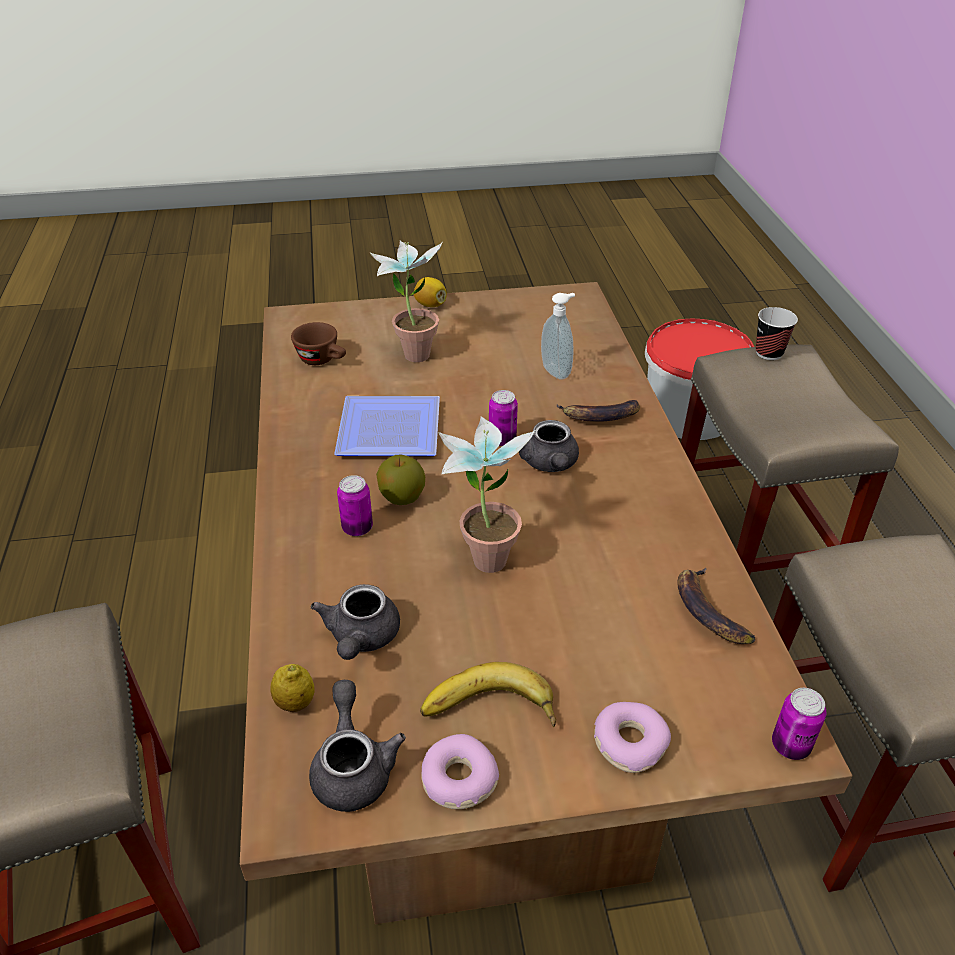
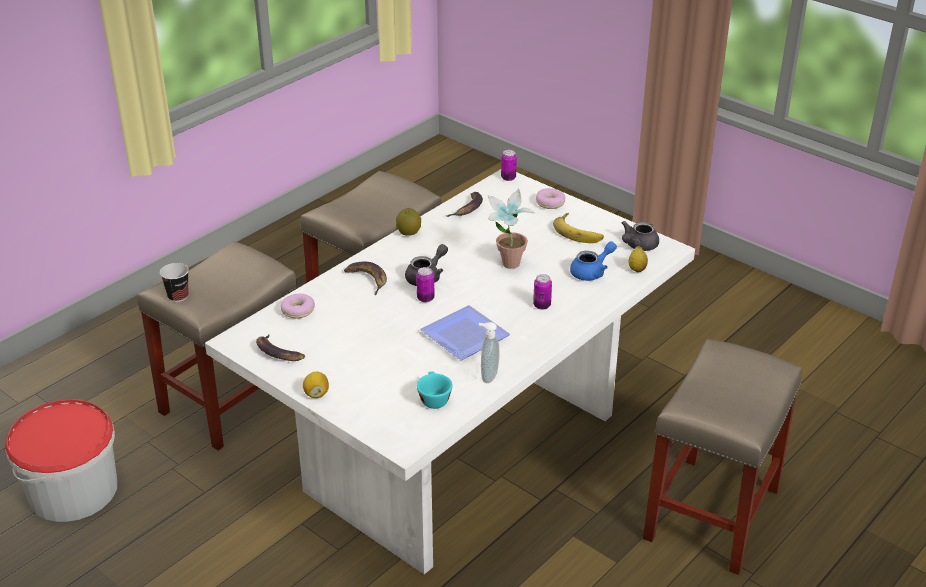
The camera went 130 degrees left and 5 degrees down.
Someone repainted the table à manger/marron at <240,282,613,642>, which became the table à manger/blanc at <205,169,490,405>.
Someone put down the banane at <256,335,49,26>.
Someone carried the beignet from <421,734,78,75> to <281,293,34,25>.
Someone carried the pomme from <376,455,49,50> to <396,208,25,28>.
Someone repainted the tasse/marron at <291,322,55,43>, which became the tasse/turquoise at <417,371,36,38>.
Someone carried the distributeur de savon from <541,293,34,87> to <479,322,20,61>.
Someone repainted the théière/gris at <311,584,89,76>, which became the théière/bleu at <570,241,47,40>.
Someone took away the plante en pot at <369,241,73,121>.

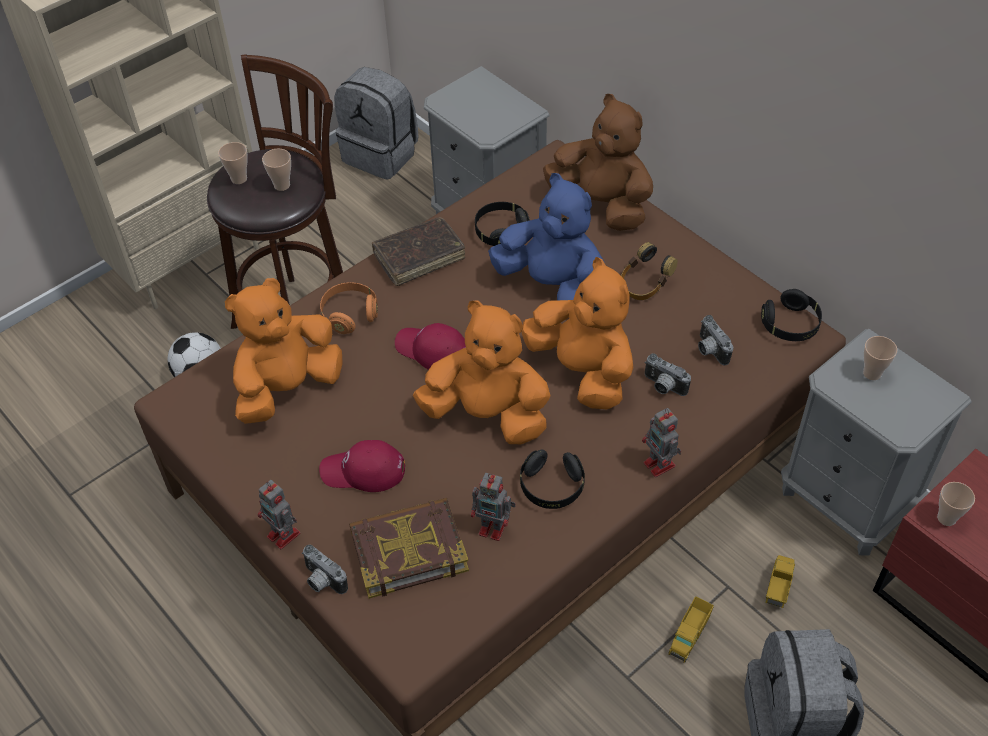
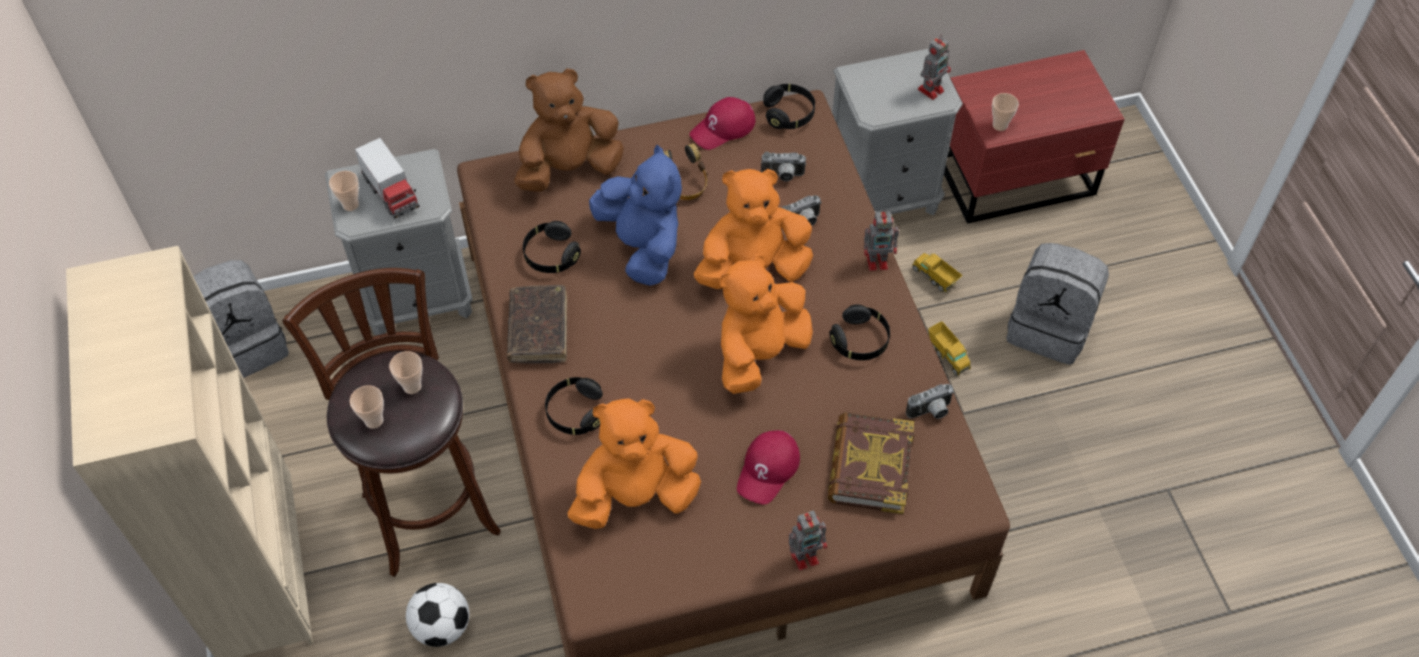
The camera went 65 degrees left and 5 degrees up.
Someone carried the tasse from <863,336,34,44> to <329,171,30,40>.
Someone put down the camion jouet at <355,138,65,81>.
Someone repainted the casque audio/orange at <320,282,58,52>, which became the casque audio/noir at <545,377,58,58>.
Someone rotated the peluche/orange at <225,278,118,146> by 90 degrees clockwise.
Someone rotated the peluche/bleu at <488,173,117,127> by 90 degrees clockwise.
Someone carried the casquette/rouge from <395,323,71,47> to <689,97,67,53>.
Someone carried the appareil photo from <302,544,46,50> to <906,384,48,35>.
Someone carried the robot jouet from <471,473,45,68> to <918,35,33,65>.

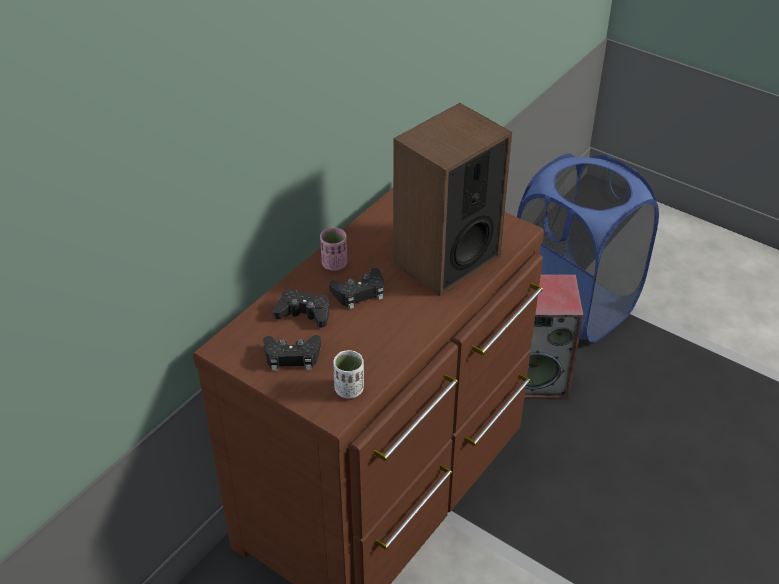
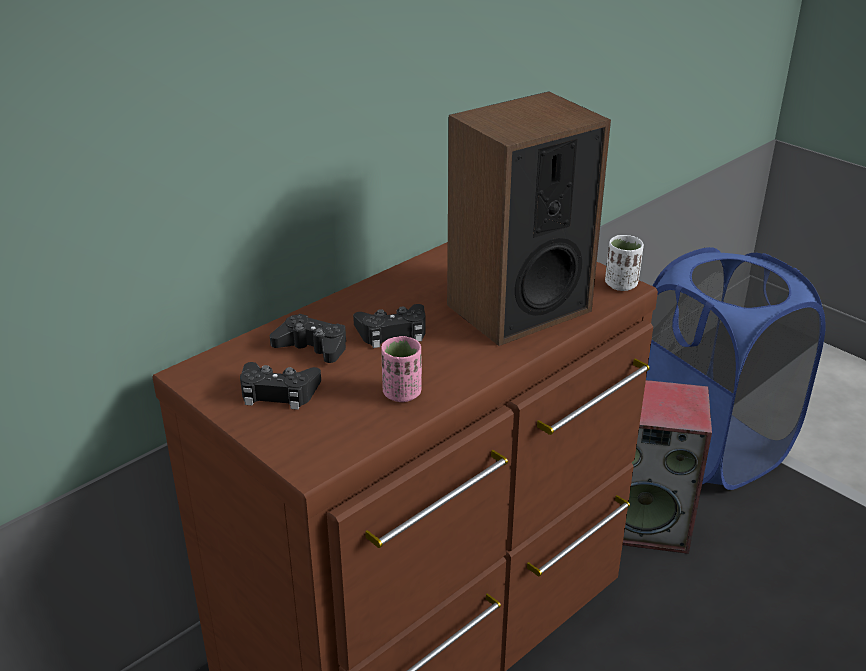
The camera went 10 degrees right and 10 degrees down.
Someone carried the tasse/rose from <320,228,27,43> to <381,336,41,66>.
Someone carried the tasse/blanc from <333,350,31,48> to <605,235,39,56>.

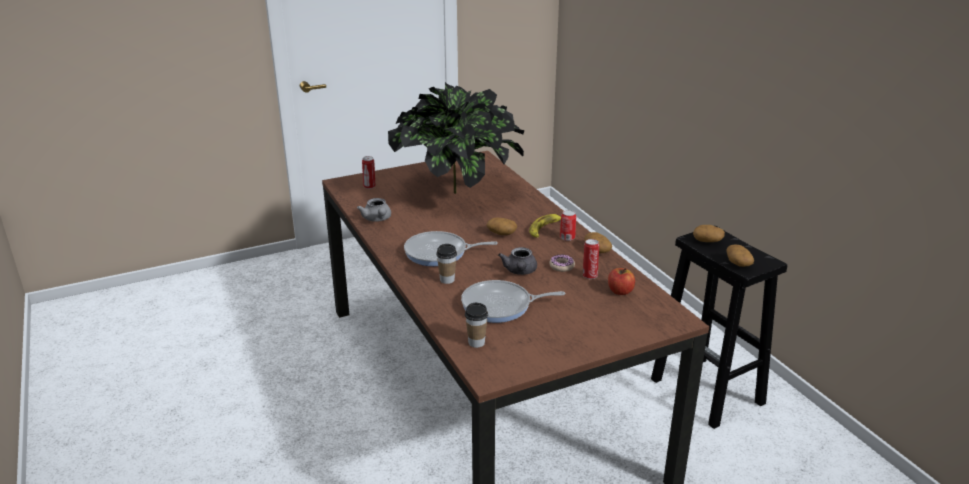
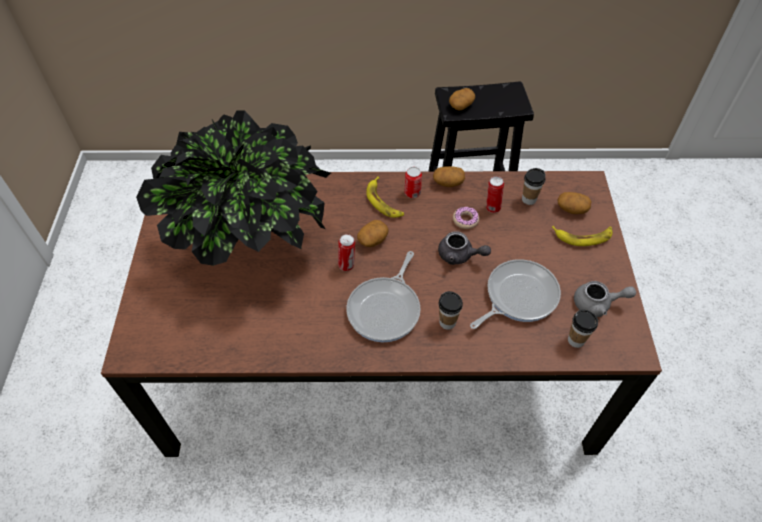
The camera went 65 degrees left and 25 degrees up.
Someone carried the boîte métallique from <362,156,13,33> to <338,234,17,37>.
Someone rotated the poêle at <461,280,104,43> by 150 degrees counterclockwise.
Someone swapped the pomme at <608,268,27,27> for the tasse at <522,168,24,37>.
Someone put down the banane at <552,226,61,20>.
Someone carried the pomme de terre from <726,245,28,22> to <557,192,34,22>.
Someone carried the théière/gris from <357,198,34,24> to <574,281,62,36>.

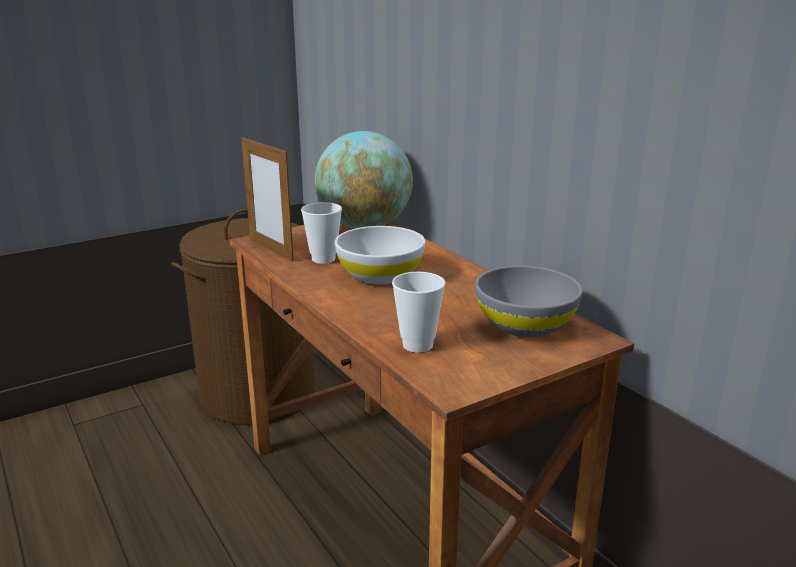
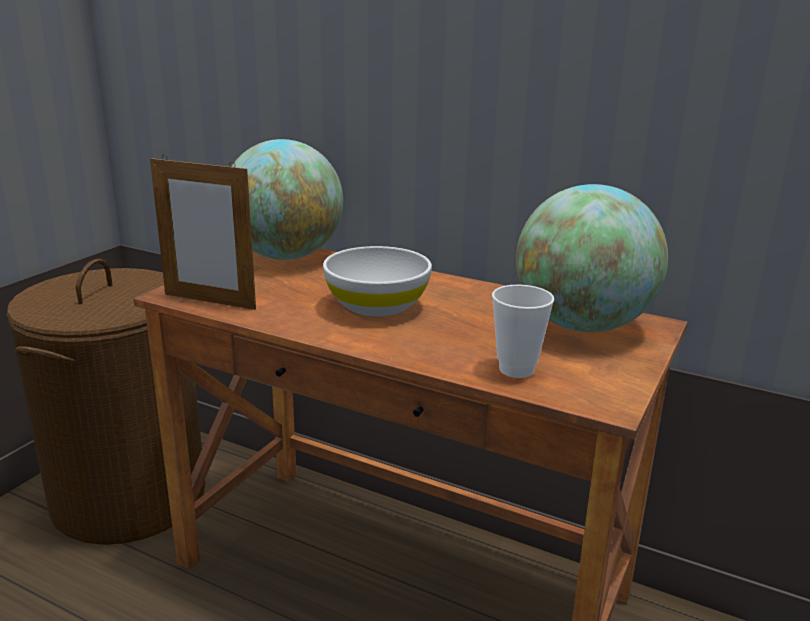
The camera went 30 degrees left and 0 degrees up.
Someone swapped the bol/gris at <475,266,108,71> for the globe at <516,184,152,148>.
Someone took away the tasse at <301,202,41,62>.

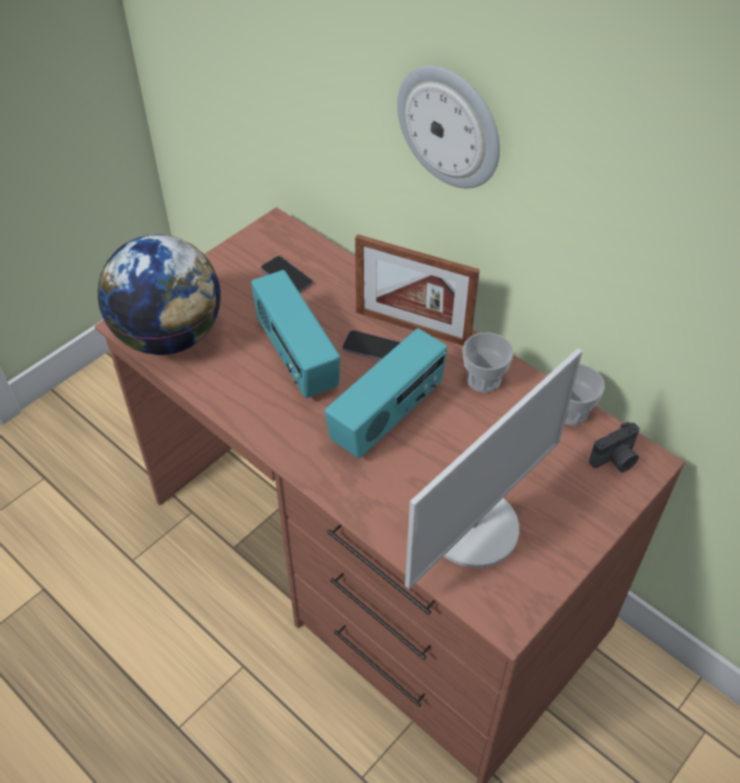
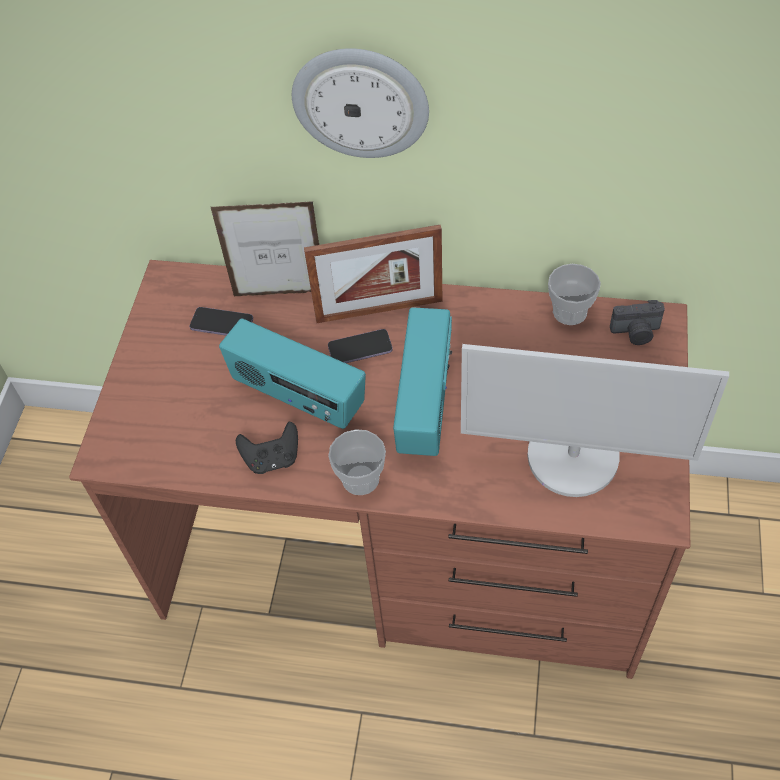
The camera went 30 degrees left and 5 degrees up.
Someone put down the cadre photo at <211,201,108,95>.
Someone put down the manette/noir at <236,422,62,52>.
Someone carried the tasse from <462,332,52,61> to <328,429,58,66>.
Someone rotated the écran d'ordinateur at <405,348,178,241> by 90 degrees clockwise.
Someone rotated the appareil photo at <589,422,51,50> by 60 degrees clockwise.
Someone took away the globe at <98,234,123,121>.

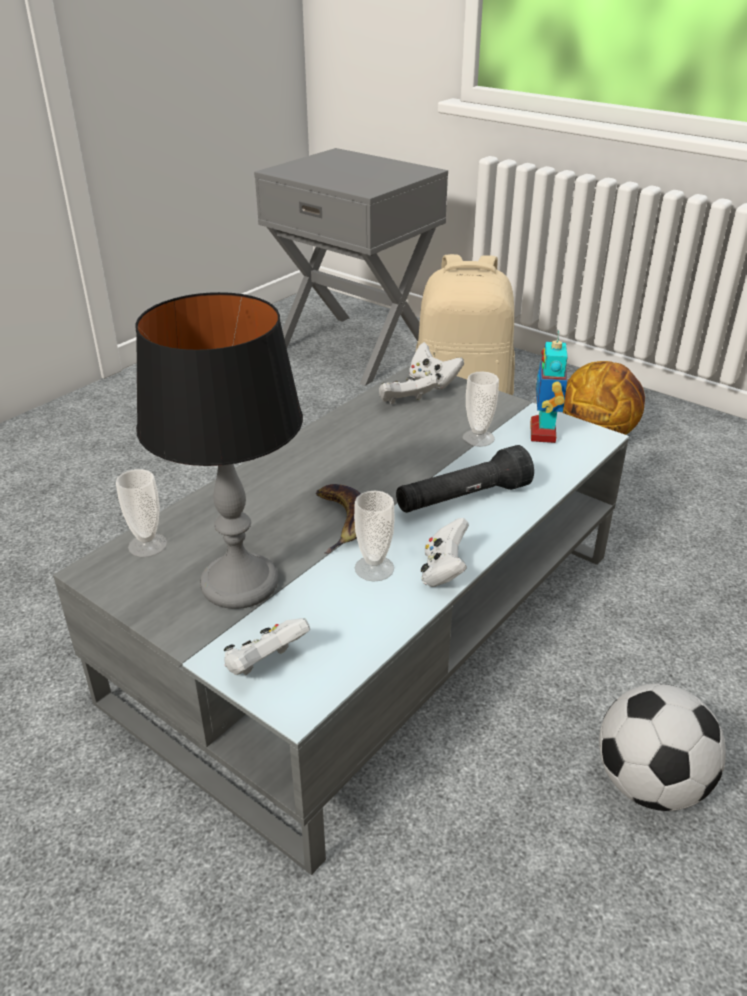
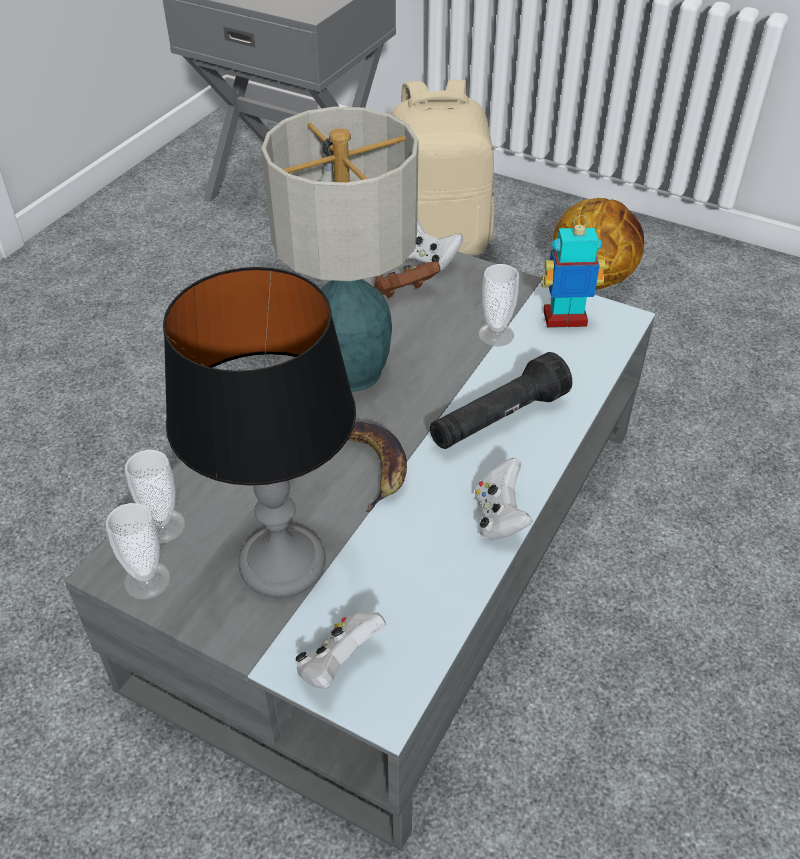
The camera went 10 degrees left and 10 degrees up.
Someone carried the tasse from <354,491,41,91> to <105,503,66,97>.
Someone put down the lampe de table at <261,106,158,286>.
Someone repainted the manette/blanc at <379,375,59,29>, which became the manette/marron at <374,262,66,36>.
Someone rotated the robot jouet at <530,330,38,113> by 90 degrees clockwise.
Someone took away the ballon de foot at <599,684,127,127>.

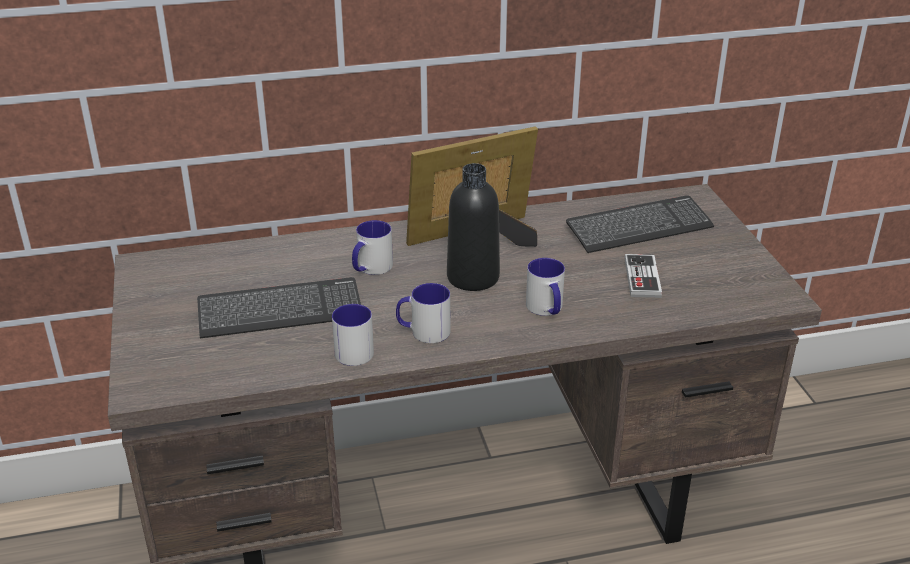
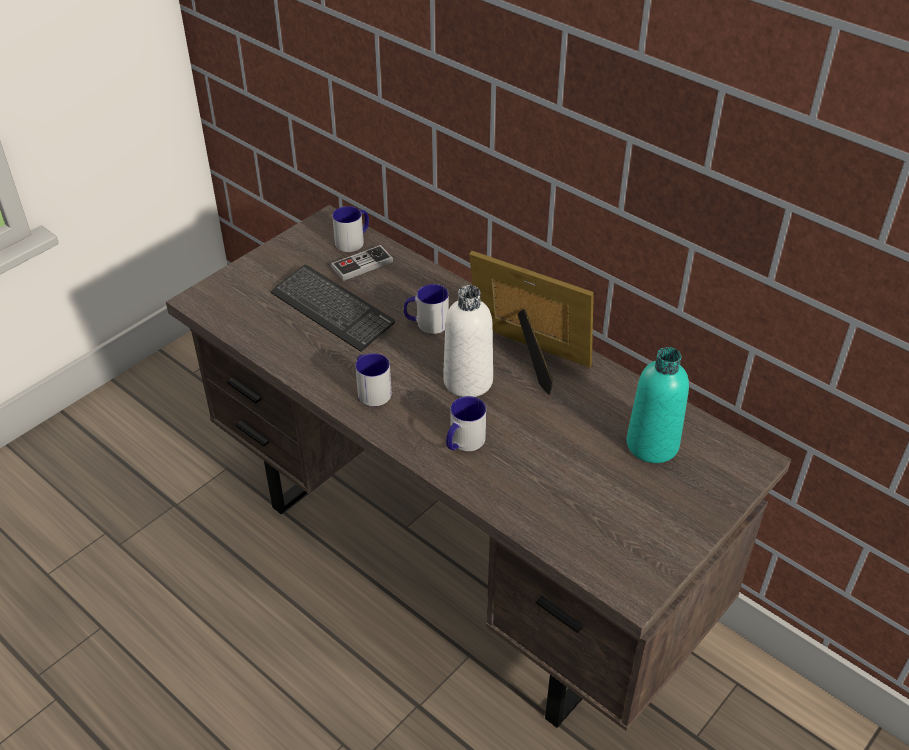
The camera went 55 degrees right and 10 degrees up.
Someone carried the manette from <624,254,38,44> to <331,245,62,36>.
Someone carried the mug from <332,304,42,62> to <332,206,37,46>.
Someone repainted the bouteille/noir at <447,163,53,128>, which became the bouteille/blanc at <443,285,50,112>.
Someone swapped the clavier at <566,195,148,58> for the bouteille/turquoise at <627,347,62,116>.

